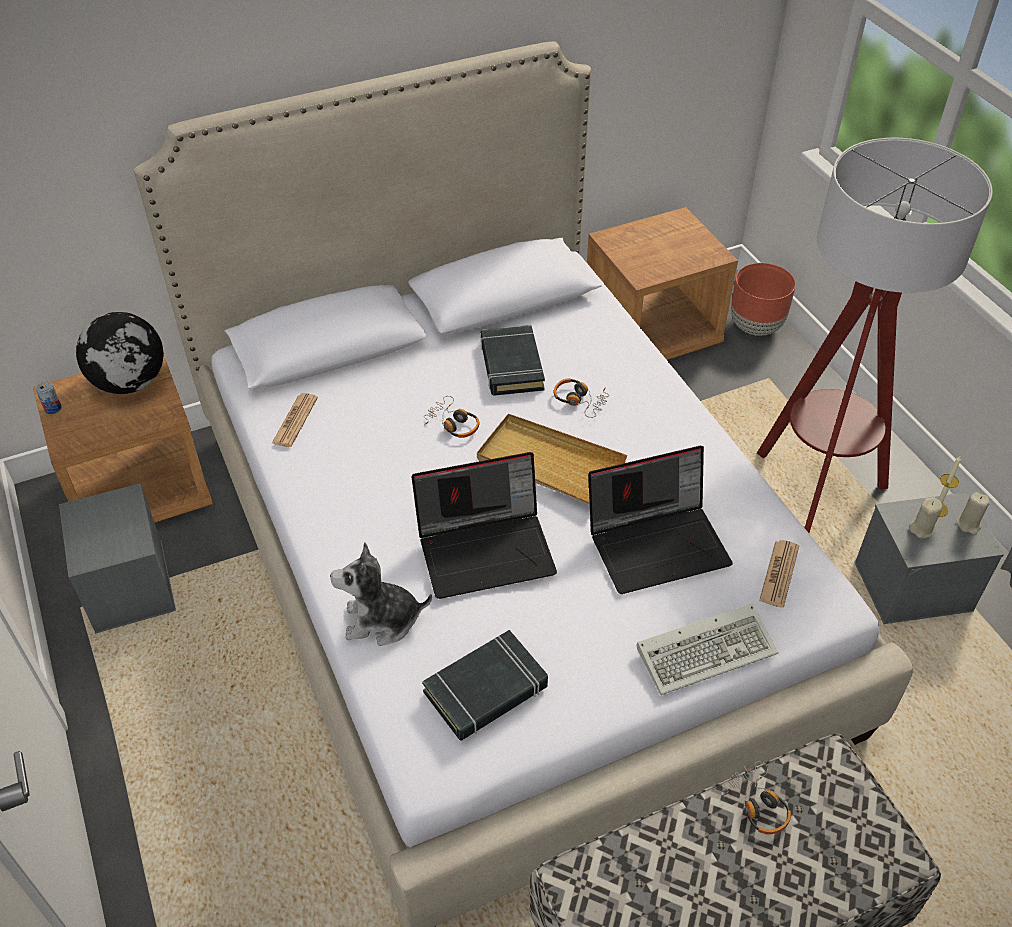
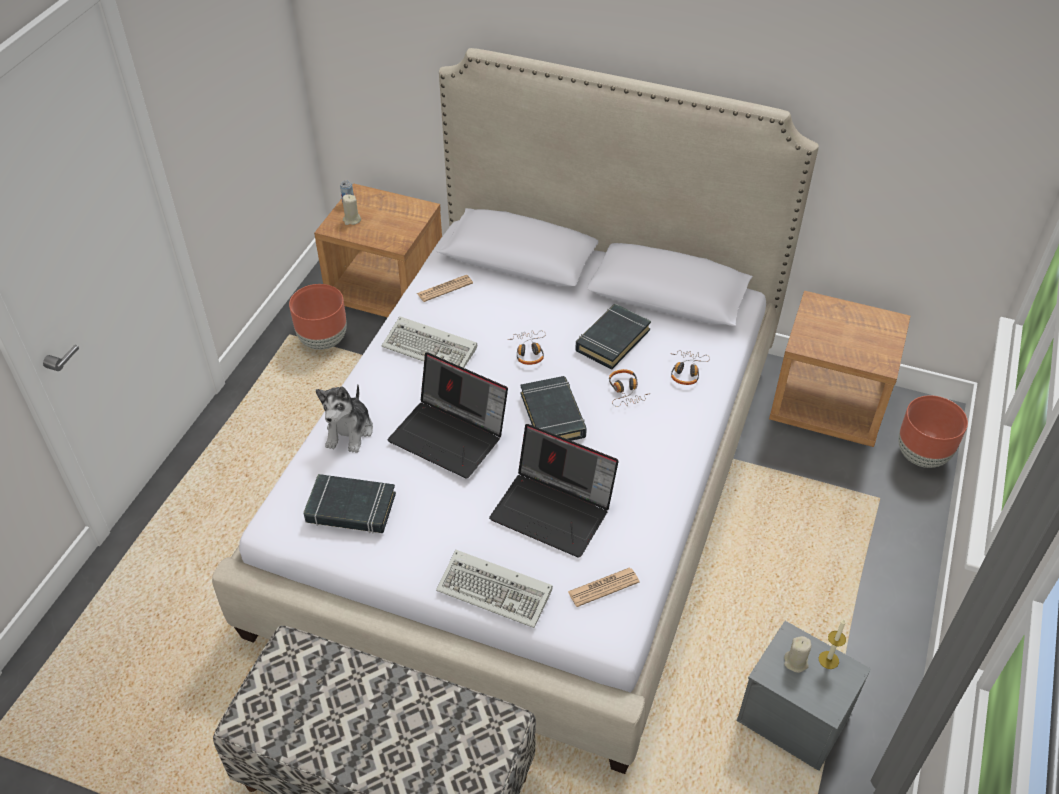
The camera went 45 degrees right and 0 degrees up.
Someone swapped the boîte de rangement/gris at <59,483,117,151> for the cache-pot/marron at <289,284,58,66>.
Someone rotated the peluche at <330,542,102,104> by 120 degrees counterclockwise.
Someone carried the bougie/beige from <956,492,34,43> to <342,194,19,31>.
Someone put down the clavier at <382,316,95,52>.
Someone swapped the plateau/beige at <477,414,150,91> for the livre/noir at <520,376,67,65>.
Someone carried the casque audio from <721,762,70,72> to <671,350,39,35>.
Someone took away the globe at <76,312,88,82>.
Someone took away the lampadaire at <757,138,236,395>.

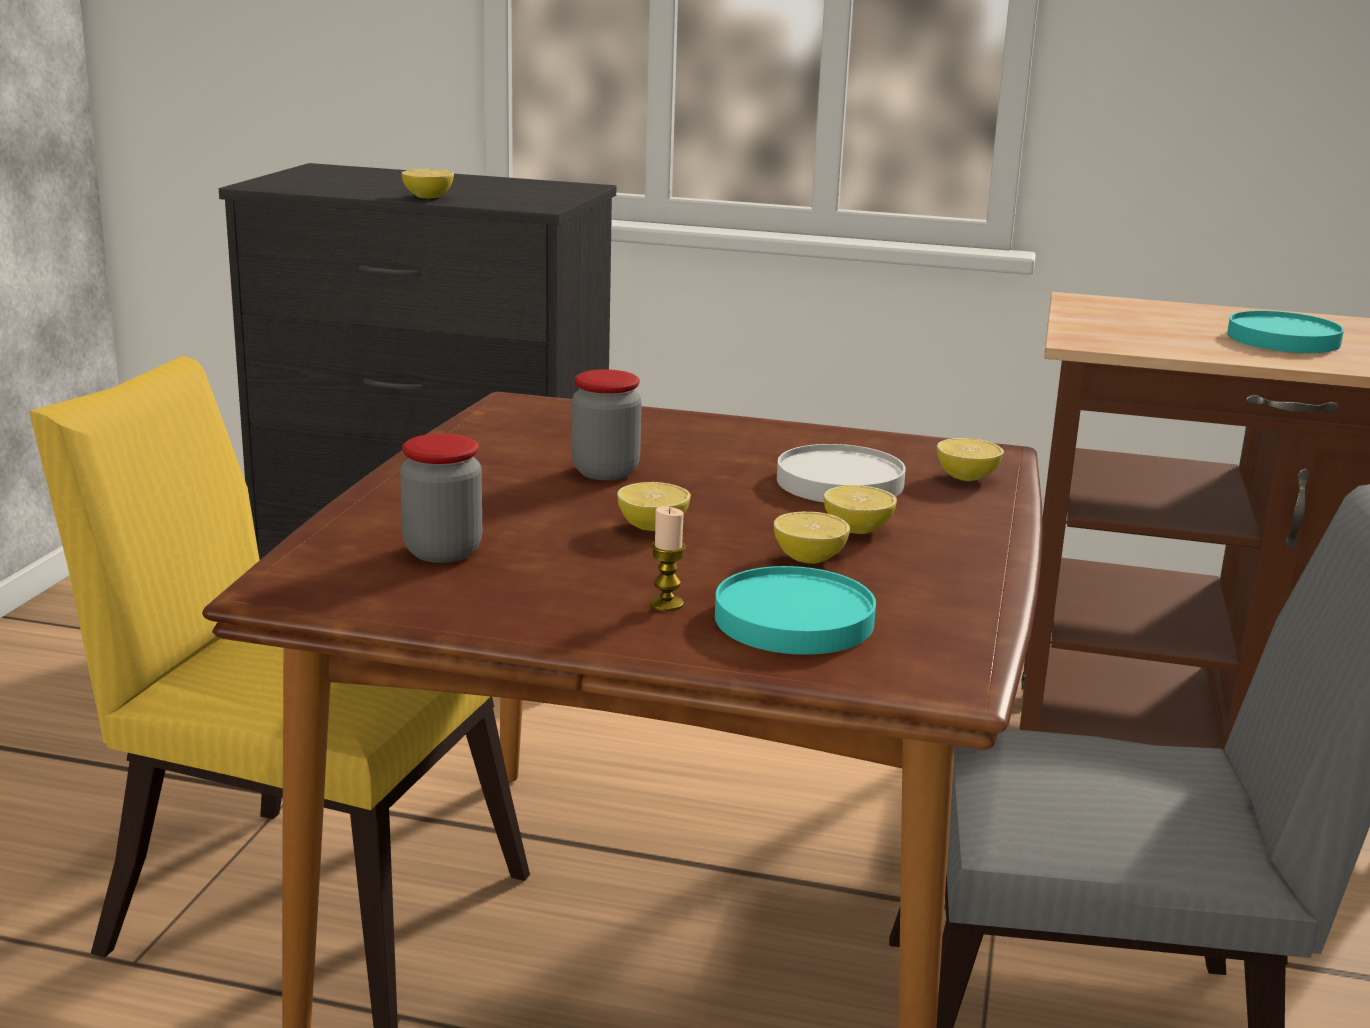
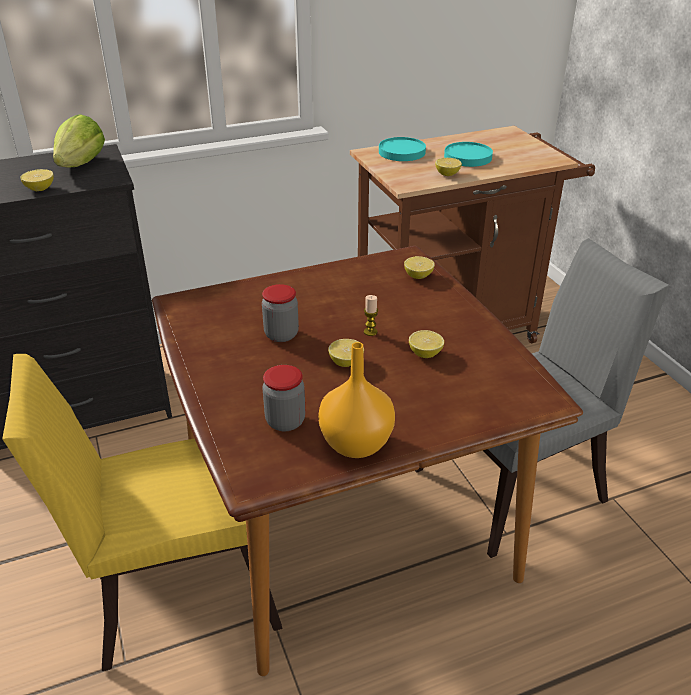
The camera went 35 degrees left and 15 degrees up.
Someone put down the laitue at <53,114,52,53>.
Someone put down the vase/orange at <318,342,77,116>.
Someone carried the bougie from <650,507,36,104> to <364,295,14,41>.
Someone carried the assiette/turquoise from <715,566,161,89> to <379,137,47,24>.
Someone carried the citron from <824,485,73,49> to <435,158,27,18>.
Someone took away the assiette/blanc at <777,444,129,58>.

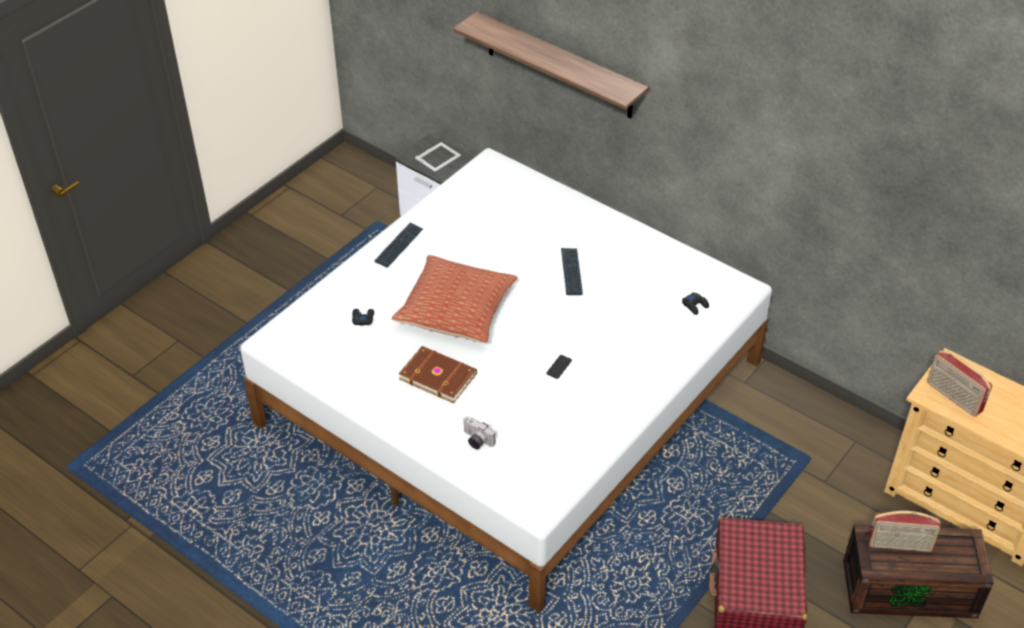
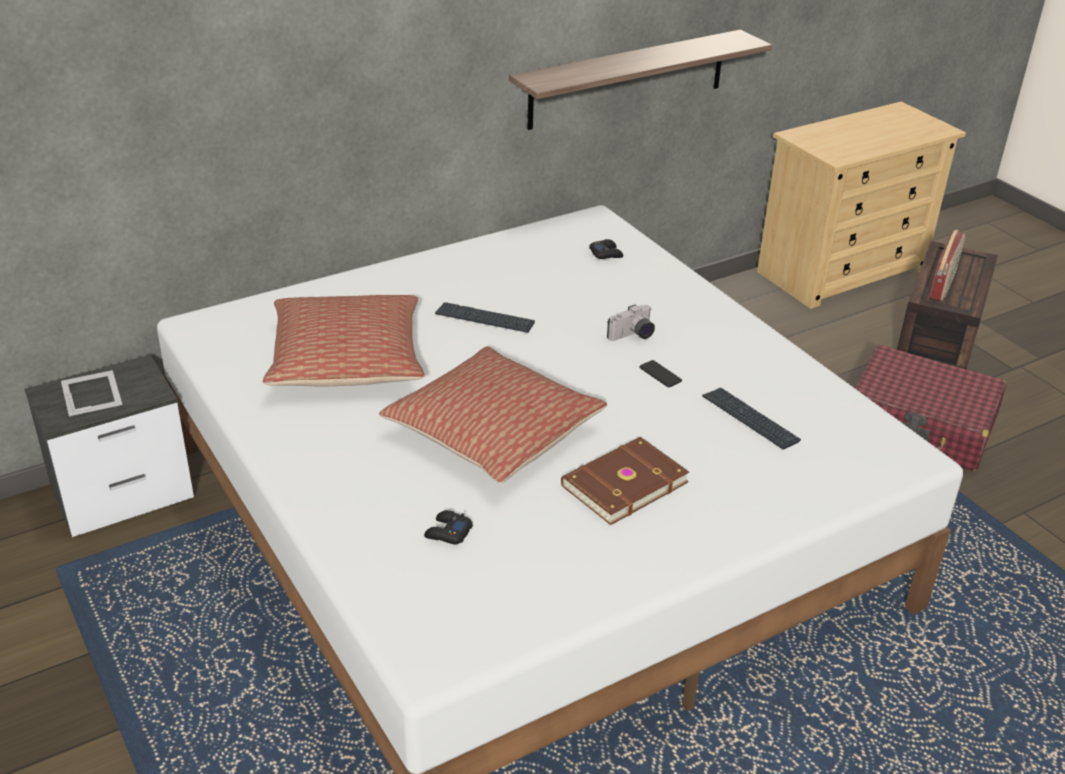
The camera went 70 degrees left and 10 degrees down.
Someone put down the coussin at <263,295,161,91>.
Someone carried the étagère from <453,12,196,107> to <509,30,263,100>.
Someone carried the appareil photo from <464,417,31,32> to <607,305,48,36>.
Someone carried the clavier from <374,223,49,45> to <702,388,99,62>.
Someone took away the radio at <927,350,65,67>.

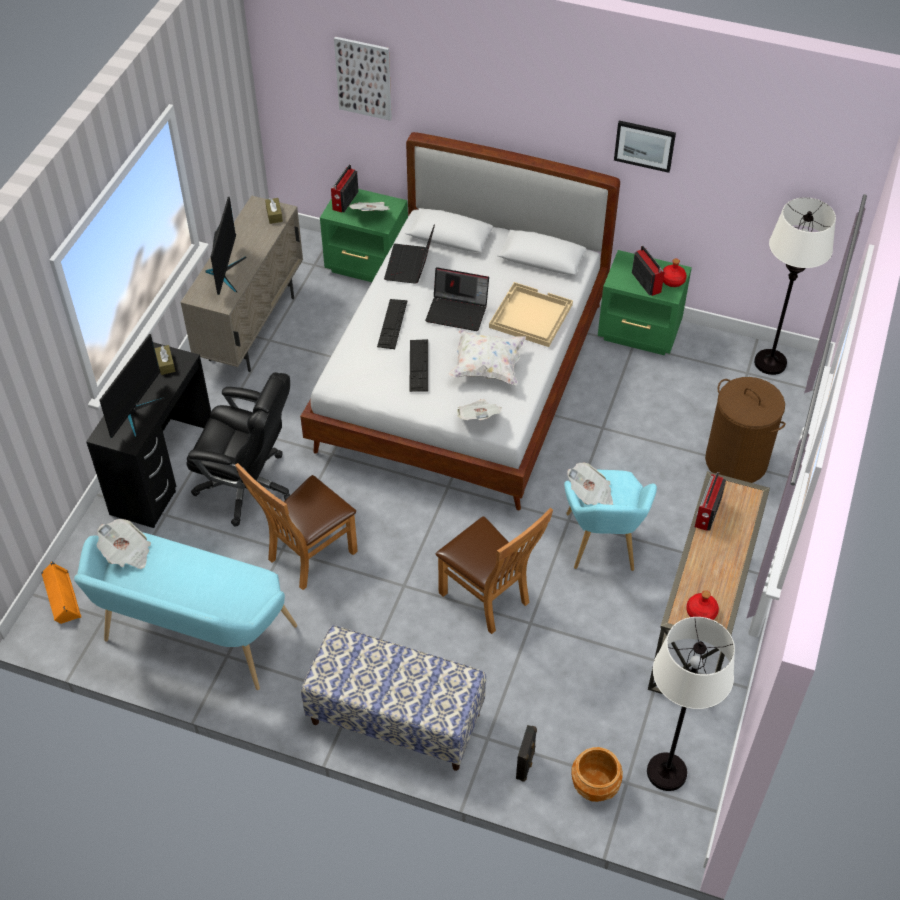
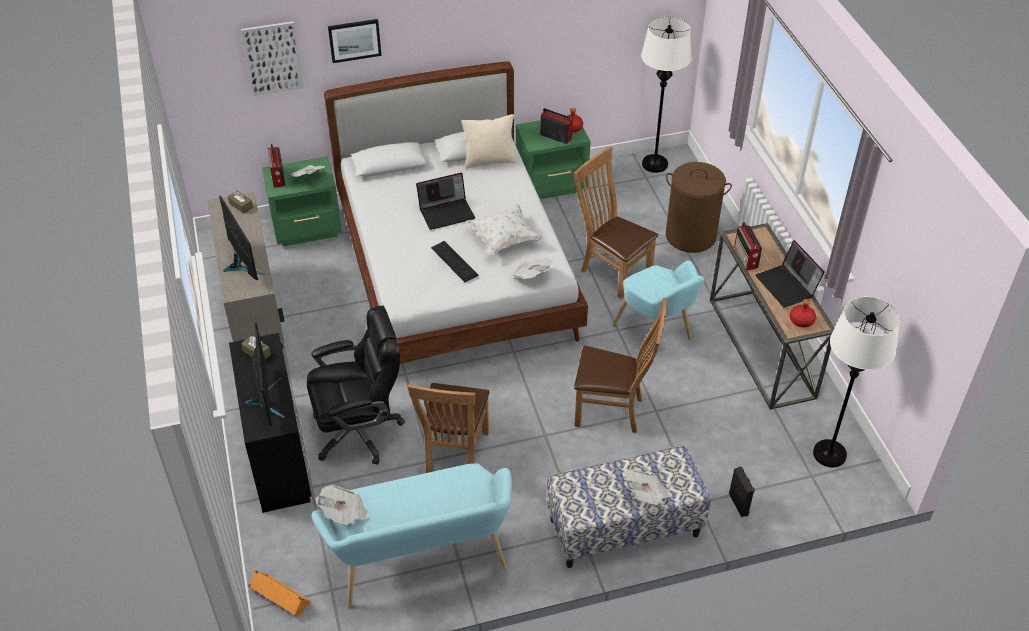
The camera went 35 degrees left and 5 degrees down.
Someone carried the tableau from <614,120,62,53> to <328,19,54,44>.
Someone put down the coussin/beige at <461,114,55,54>.
Someone put down the chaise/marron at <574,146,85,153>.
Someone carried the journal from <567,463,46,42> to <624,469,48,37>.
Someone carried the ordinateur portable from <384,225,51,59> to <756,240,69,68>.
Someone took away the clavier at <377,299,30,50>.
Someone took away the plateau/beige at <489,282,84,65>.
Someone took away the cache-pot/marron at <571,747,52,55>.

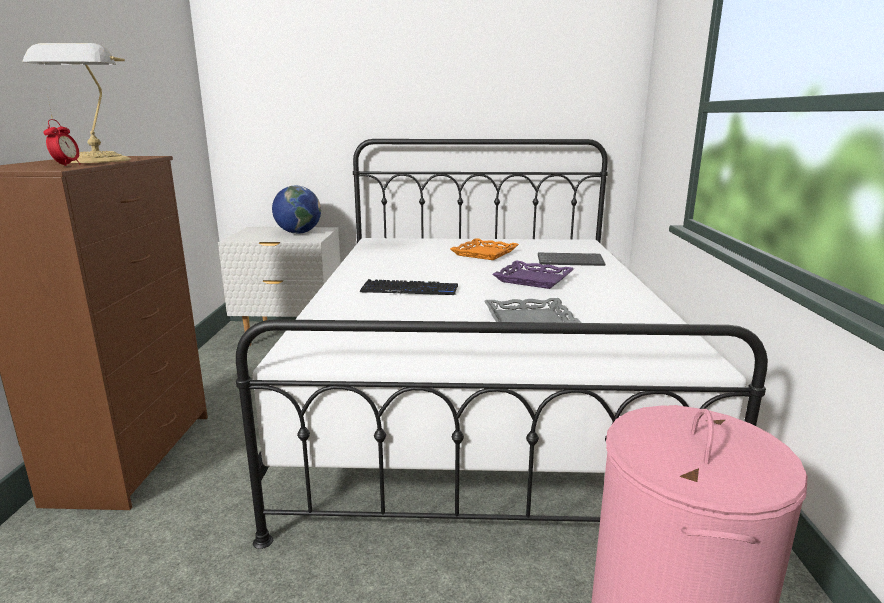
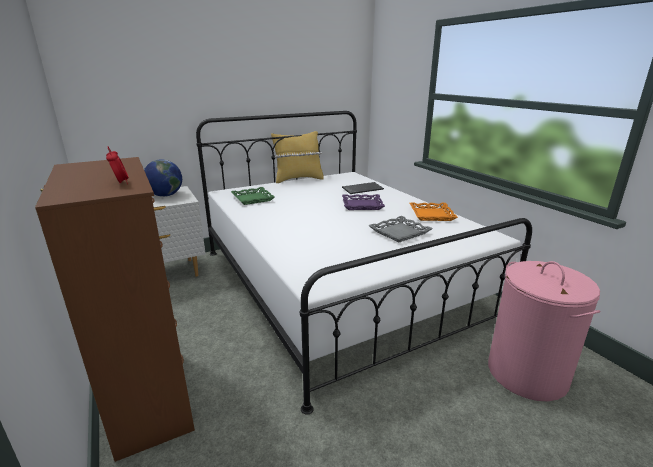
The camera went 30 degrees left and 5 degrees up.
Someone put down the plateau/vert at <231,187,44,18>.
Someone put down the coussin/jaune at <271,131,53,52>.
Someone carried the plateau/orange from <450,238,69,22> to <410,202,48,19>.
Someone took away the lampe de table at <22,43,109,120>.
Someone took away the clavier at <360,279,98,16>.

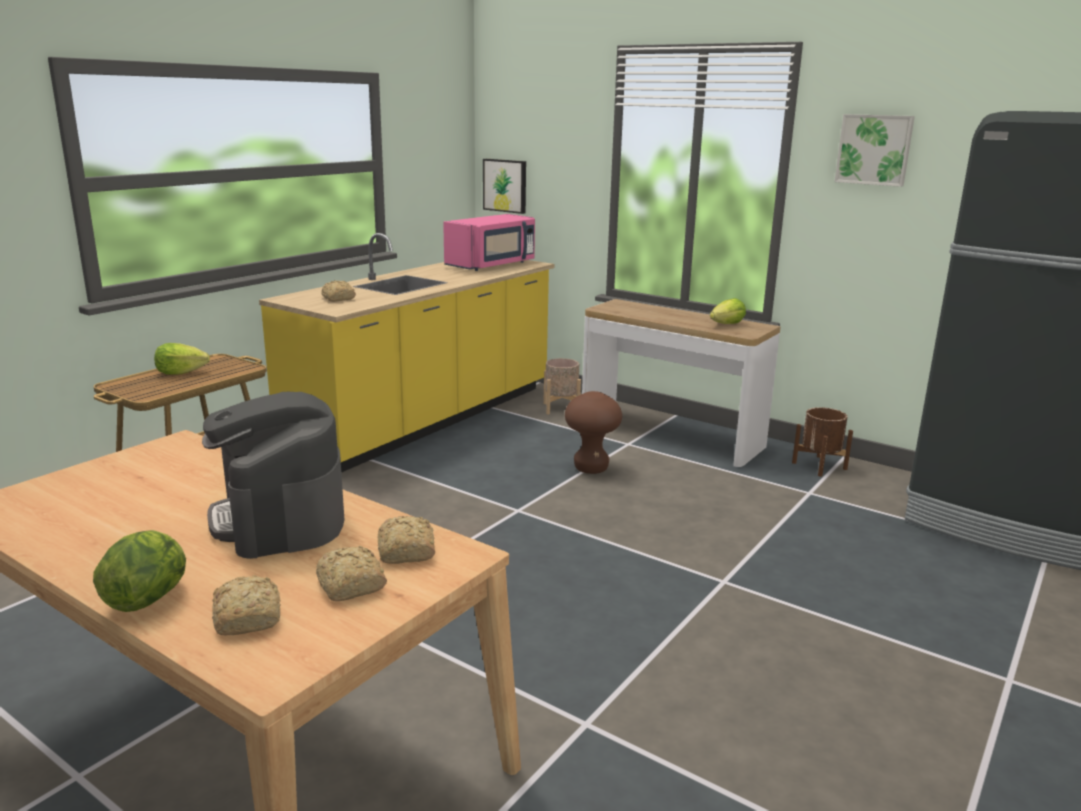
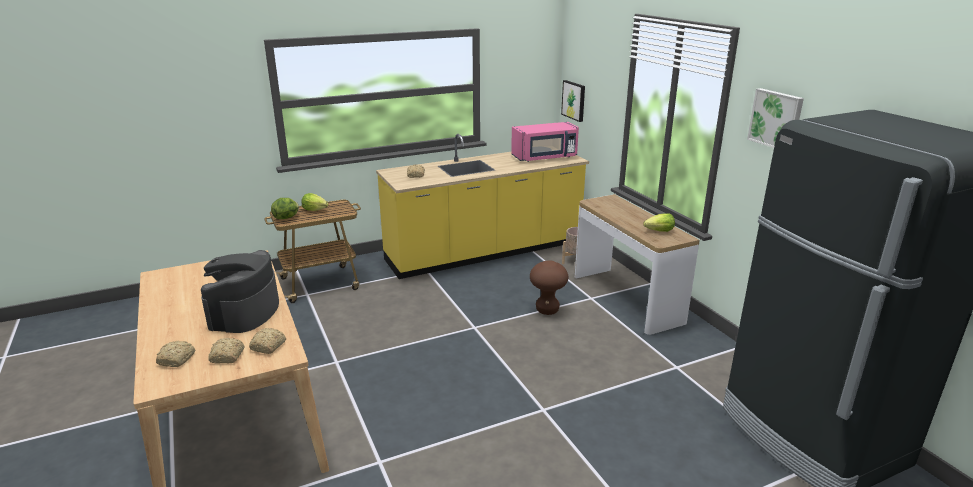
The camera went 30 degrees right and 5 degrees up.
Someone carried the laitue from <93,530,93,82> to <271,198,28,21>.
Someone took away the cache-pot/marron at <792,407,61,70>.

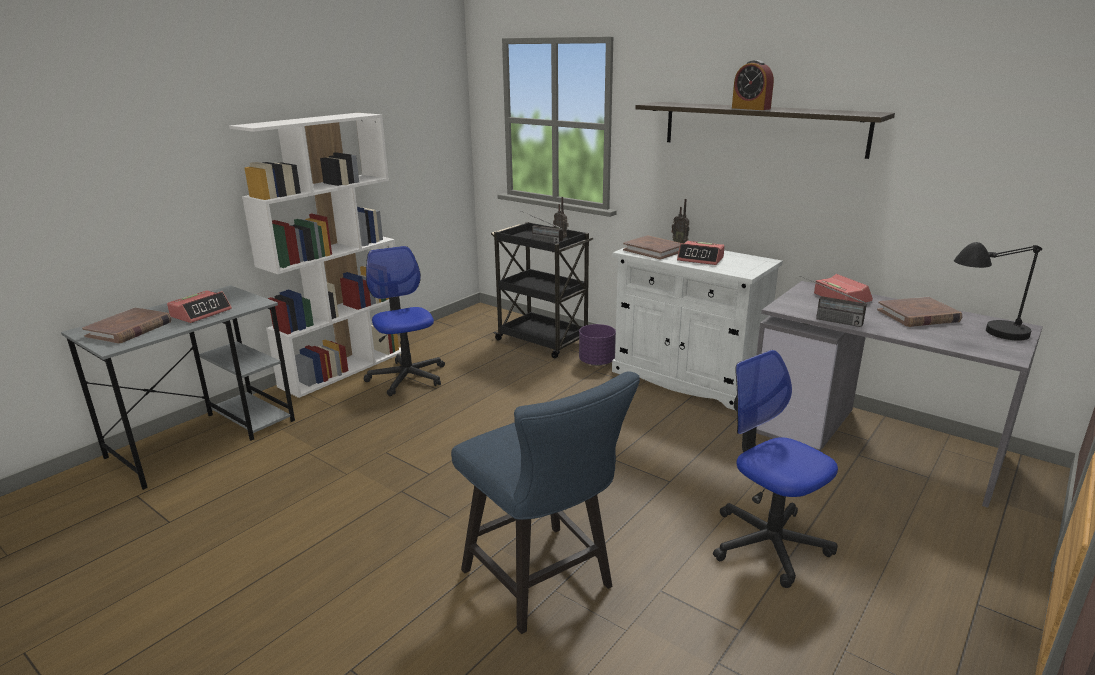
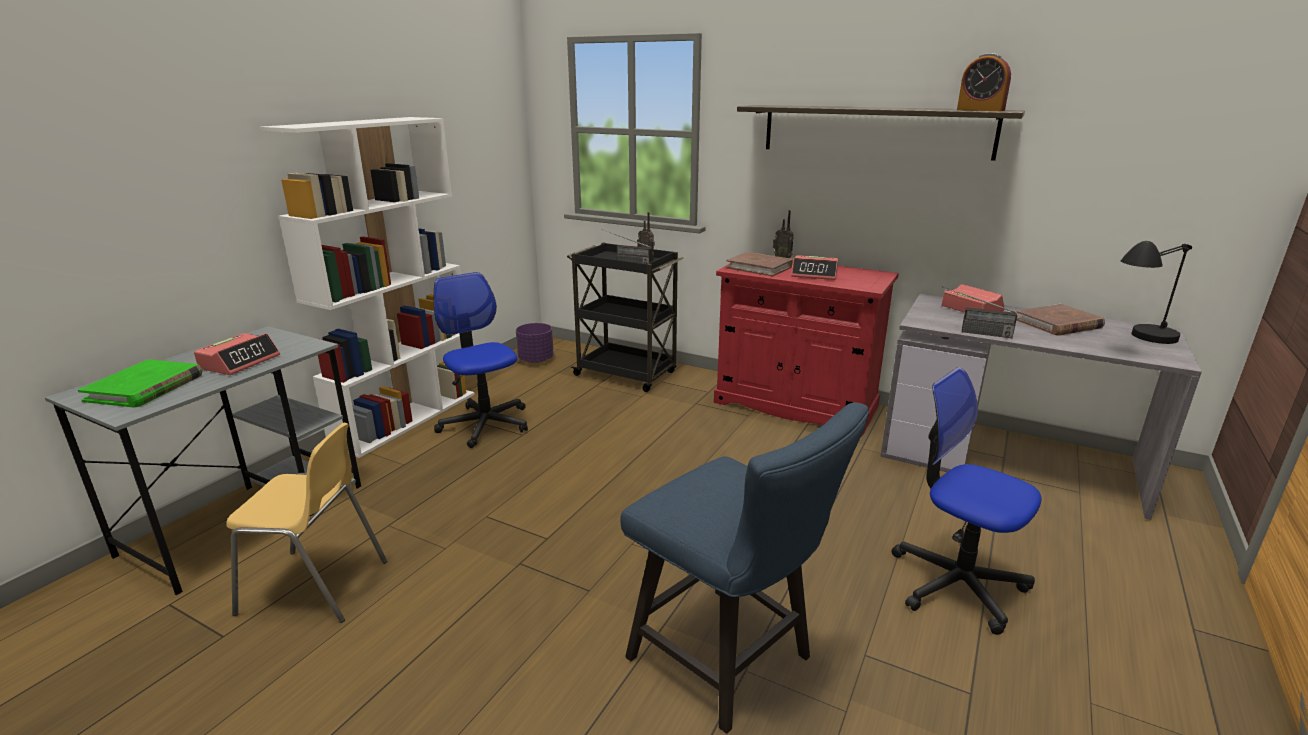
The camera went 10 degrees left and 0 degrees up.
Someone repainted the livre/marron at <82,308,89,35>, which became the livre/vert at <78,359,124,49>.
Someone put down the chaise/jaune at <226,423,161,200>.
Someone carried the cache-pot/violet from <579,324,37,42> to <516,323,38,40>.
Someone repainted the meuble de rangement/blanc at <612,247,171,163>, which became the meuble de rangement/rouge at <714,260,185,176>.
Someone carried the réveil from <732,60,42,50> to <957,53,54,58>.

